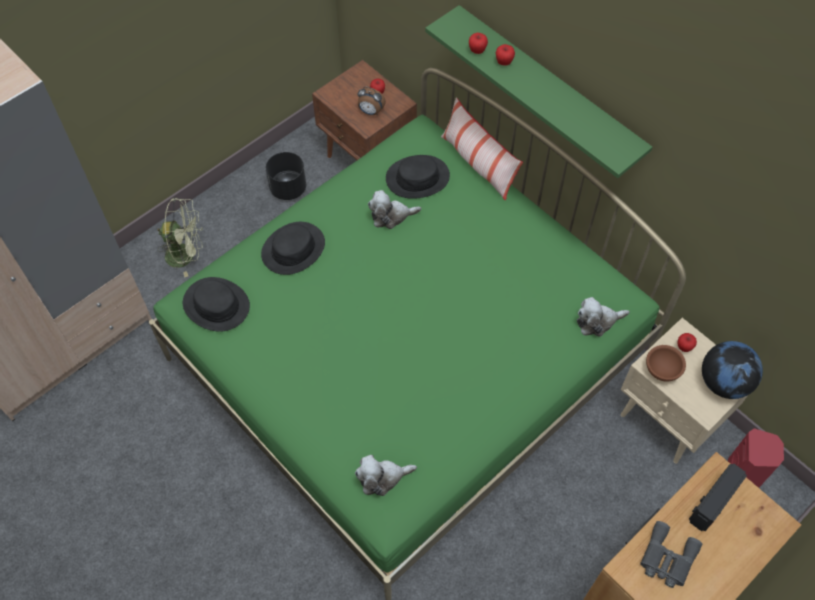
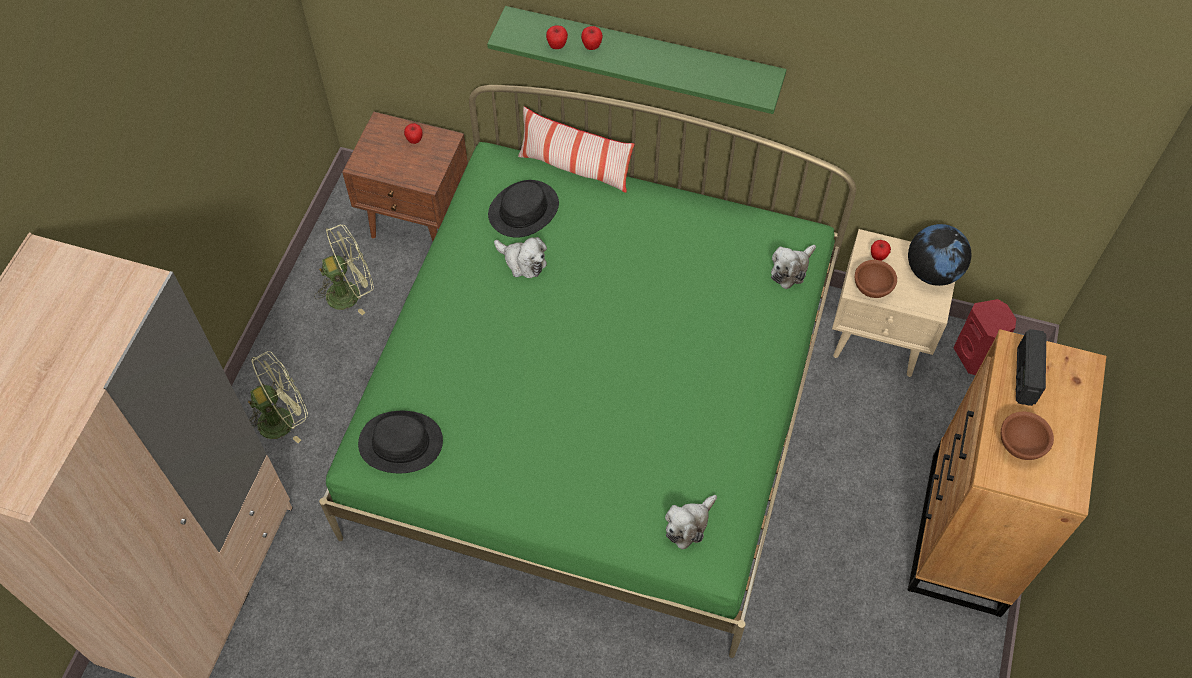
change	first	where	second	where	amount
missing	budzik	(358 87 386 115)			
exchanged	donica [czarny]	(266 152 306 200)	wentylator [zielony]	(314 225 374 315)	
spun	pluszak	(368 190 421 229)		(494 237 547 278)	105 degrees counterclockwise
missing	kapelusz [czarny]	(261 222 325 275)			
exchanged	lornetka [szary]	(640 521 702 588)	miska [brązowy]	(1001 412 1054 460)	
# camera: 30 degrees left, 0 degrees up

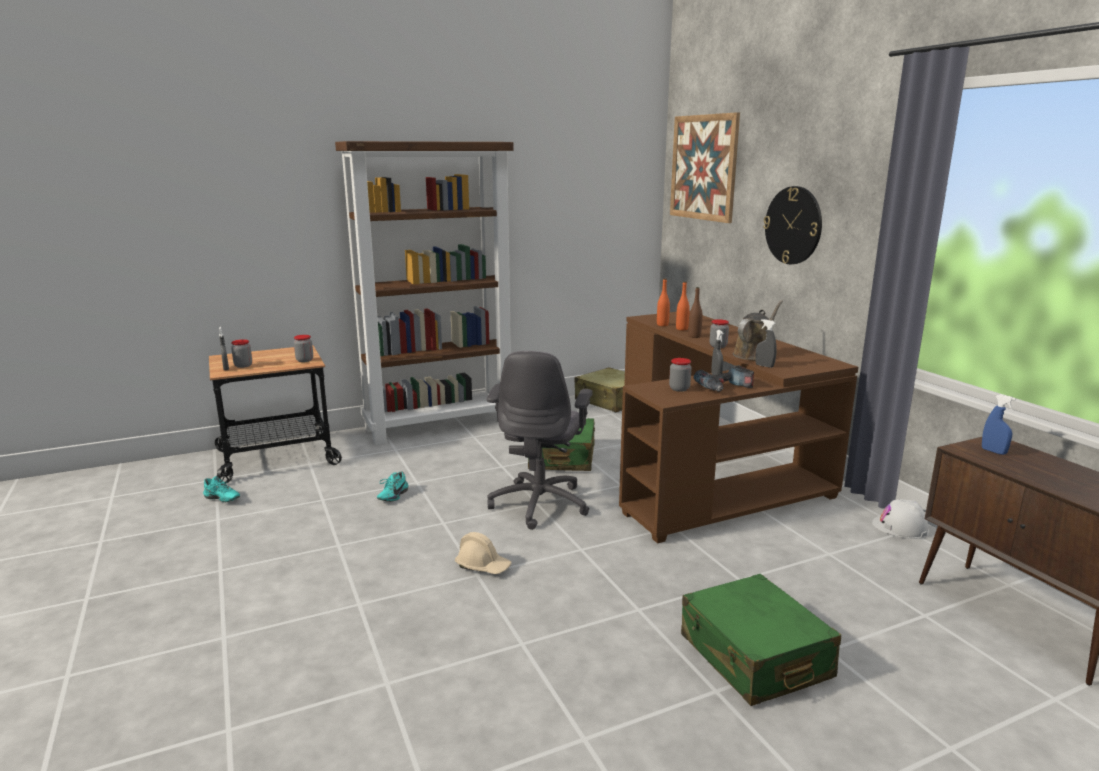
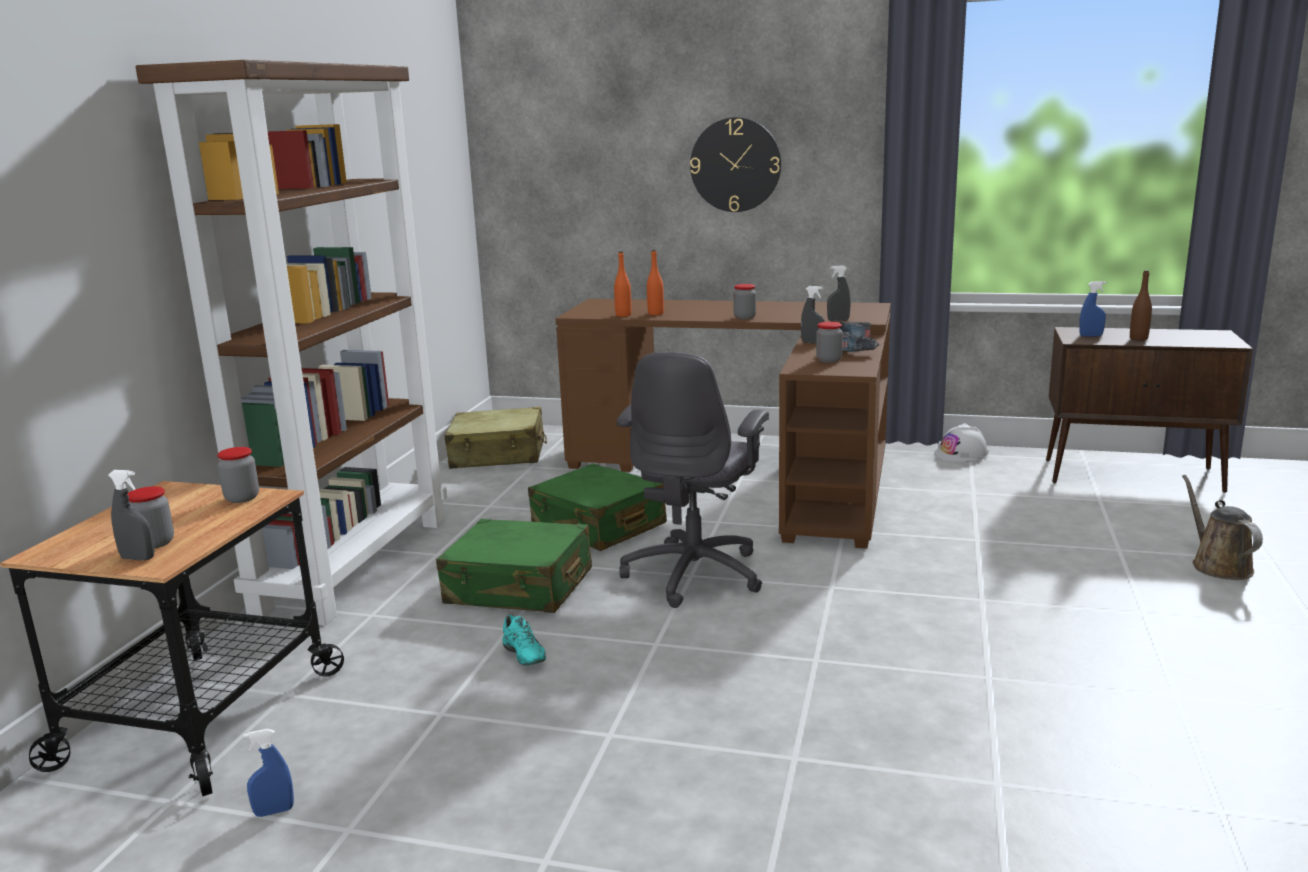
change	first	where	second	where	amount
missing	obraz	(670 112 740 223)			
relocated	butelka [brązowy]	(688 287 703 338)		(1130 270 1152 341)	
relocated	konewka [brązowy]	(732 300 783 360)		(1182 475 1263 580)	
spun	krzesło biurowe [szary]	(487 351 593 530)		(616 352 769 608)	60 degrees clockwise
exchanged	but [turkusowy]	(203 476 240 502)	spryskiwacz [niebieski]	(243 729 294 817)	
missing	kask [beżowy]	(455 532 511 574)			
relocated	walizka [zielony]	(681 574 841 706)		(436 519 592 613)	
# camera: 50 degrees left, 0 degrees up

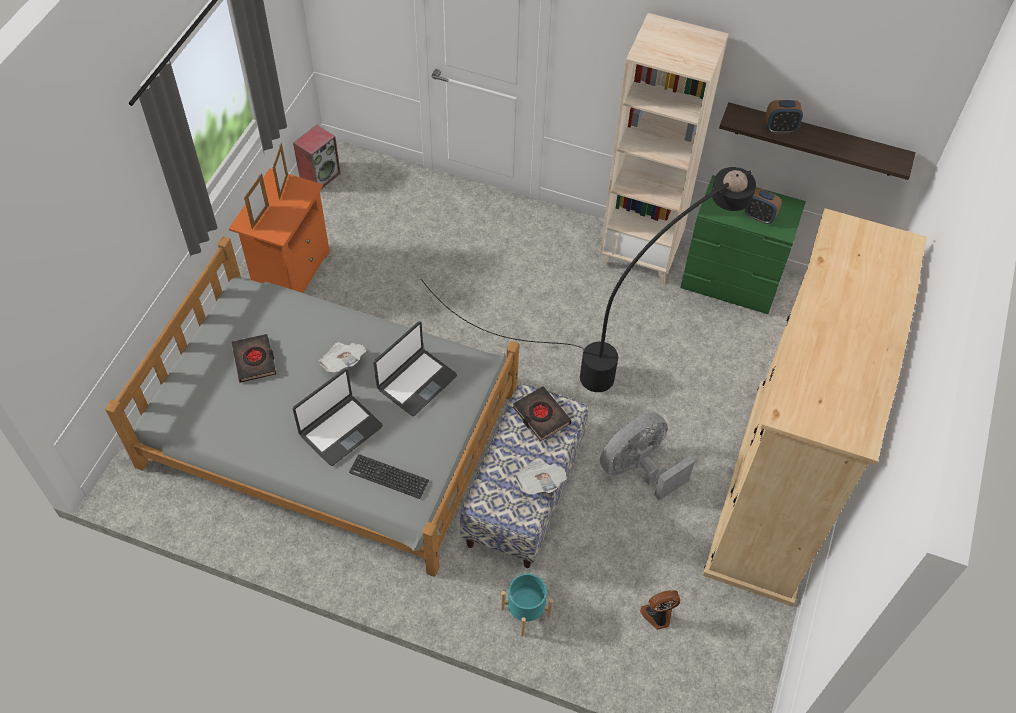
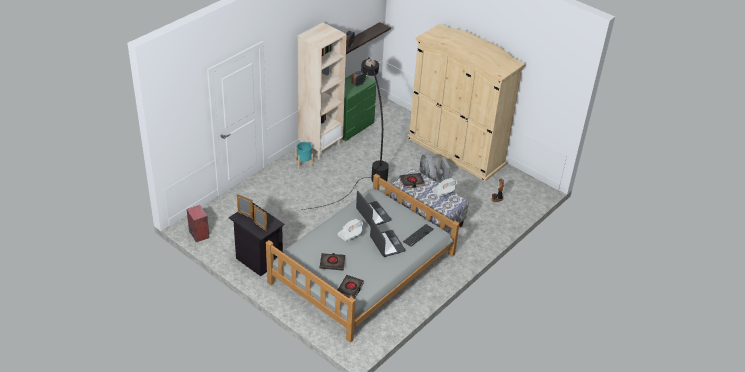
change	first	where	second	where	amount
colour	szafka nocna [pomarańczowy]	(229 168 330 293)	szafka nocna [czarny]	(229 203 284 276)	
relocated	donica [turkusowy]	(501 573 553 636)		(295 142 313 169)	
appeared			książka [czarny]	(337 275 364 299)	
# camera: 70 degrees left, 15 degrees down

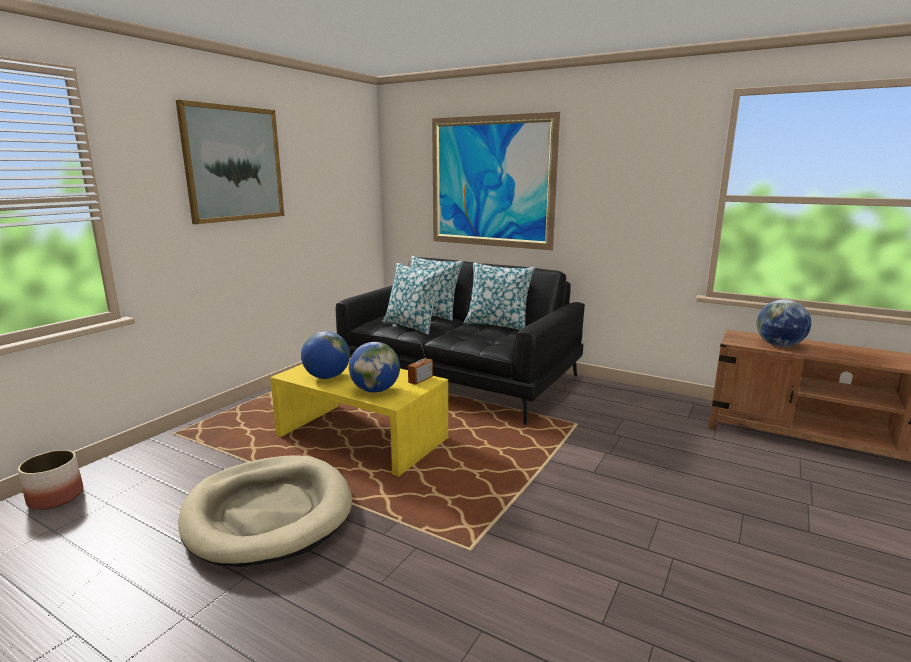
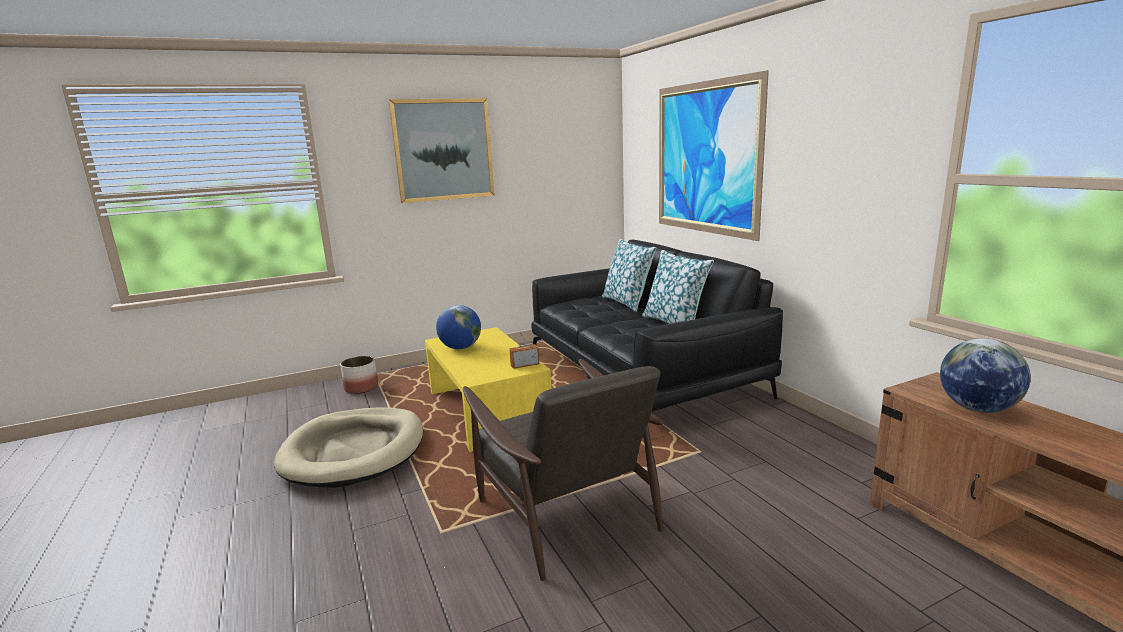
change	first	where	second	where	amount
missing	poduszka	(382 263 444 335)			
missing	globus	(349 342 400 393)			
relocated	donica	(18 450 83 510)		(340 356 378 394)	
appeared			fotel [brązowy]	(463 359 664 581)	
# camera: 35 degrees right, 0 degrees up

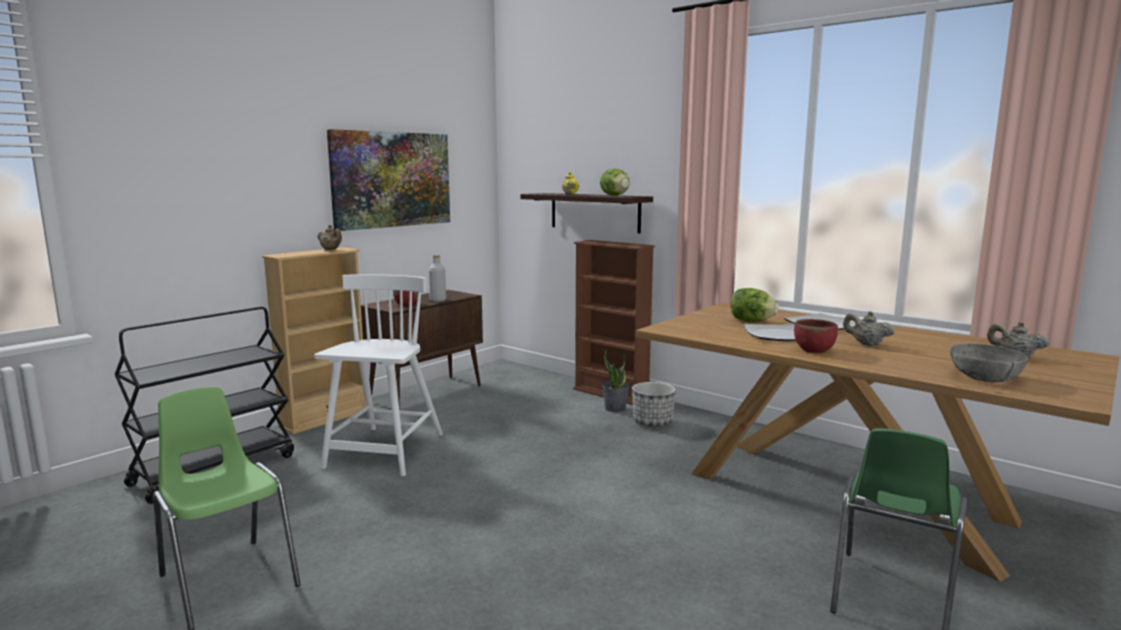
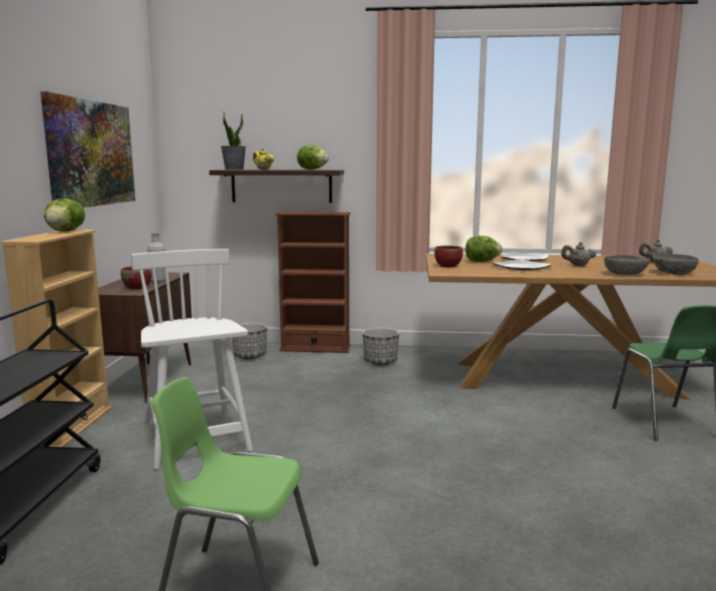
change	first	where	second	where	amount
exchanged	imbryk [beżowy]	(318 225 342 250)	sałata	(44 198 85 232)	
relocated	miska [czerwony]	(794 319 838 353)		(434 245 463 267)	
relocated	roślina doniczkowa	(602 350 630 412)		(221 113 246 170)	
appeared			miska [szary]	(604 255 650 275)	
appeared			donica	(232 323 267 359)	
# camera: 35 degrees left, 0 degrees up

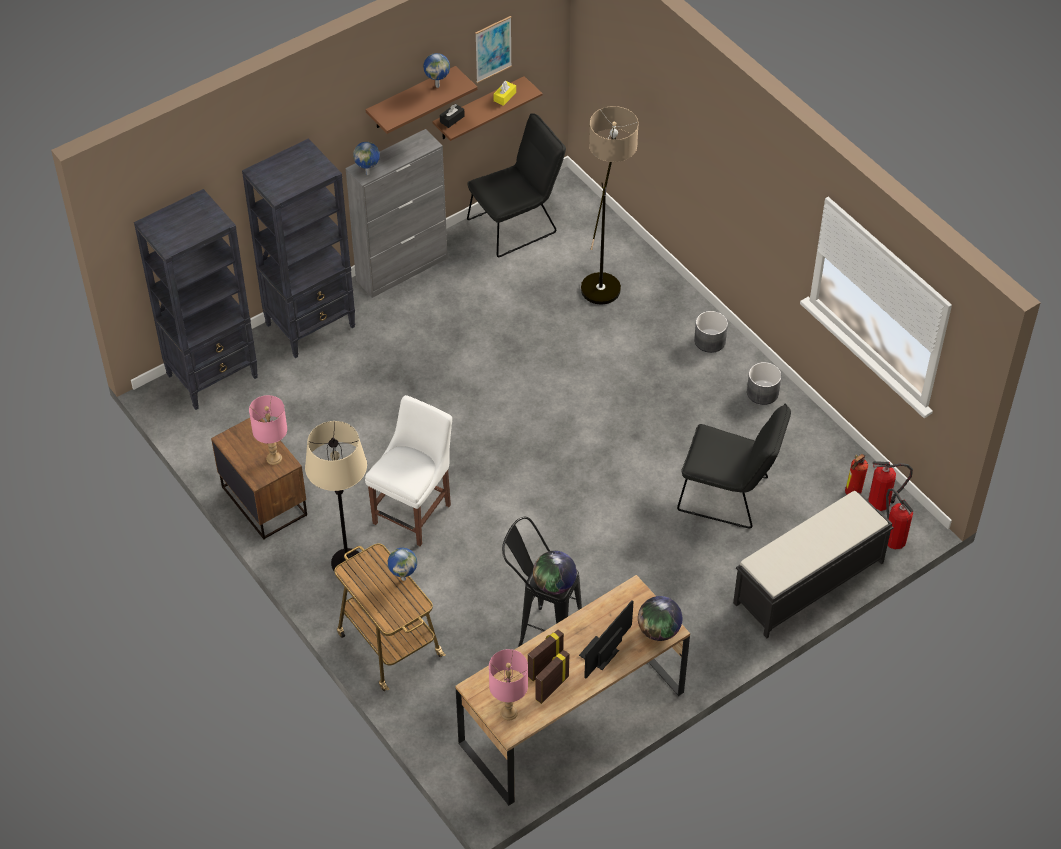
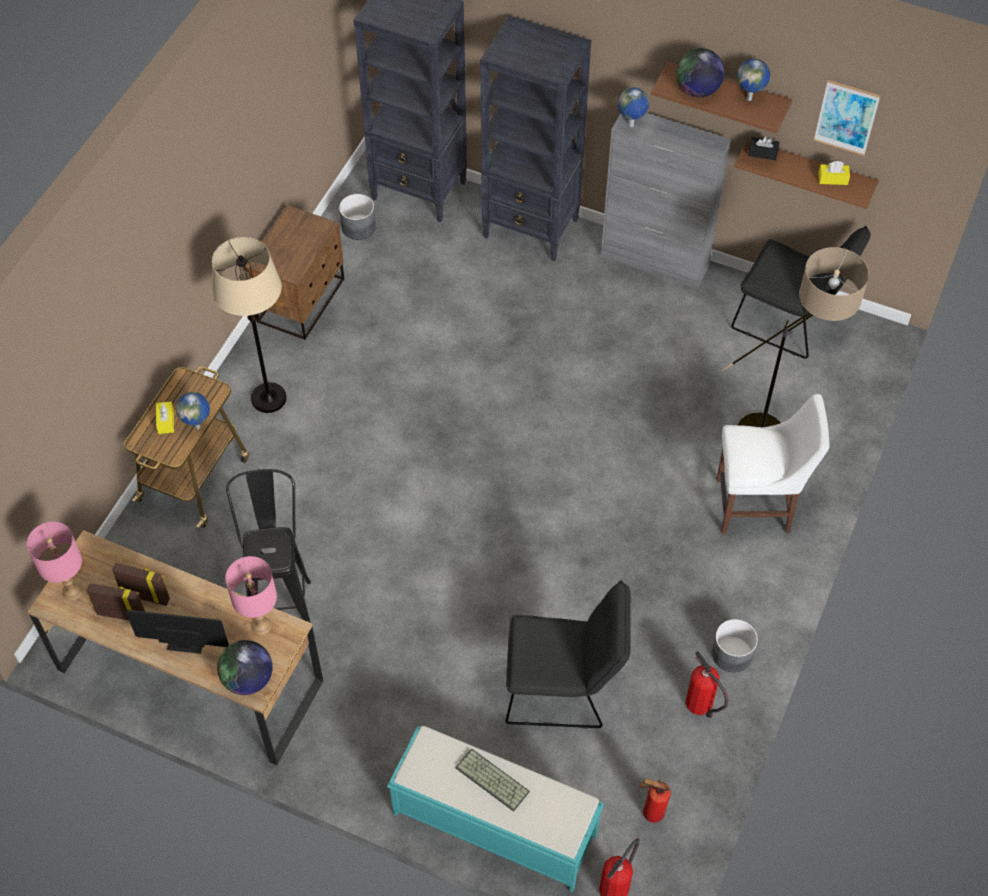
change	first	where	second	where	amount
relocated	donica [szary]	(694 311 728 353)		(339 194 376 240)	
relocated	lampa stołowa [różowy]	(249 395 287 465)		(225 556 277 635)	
relocated	krzesło [biały]	(365 395 452 546)		(717 394 829 533)	
spun	krzesło [czarny]	(677 404 791 529)		(505 580 631 728)	75 degrees counterclockwise
relocated	gaśnica	(868 461 913 511)		(685 651 729 718)	
colour	ławka [czarny]	(733 491 894 638)	ławka [turkusowy]	(387 726 604 892)	
relocated	globus	(533 551 577 595)		(676 48 725 98)	
appeared			pudełko chusteczek [żółty]	(156 402 174 434)	
appeared			klawiatura	(455 748 530 812)	
# camera: 60 degrees right, 5 degrees up

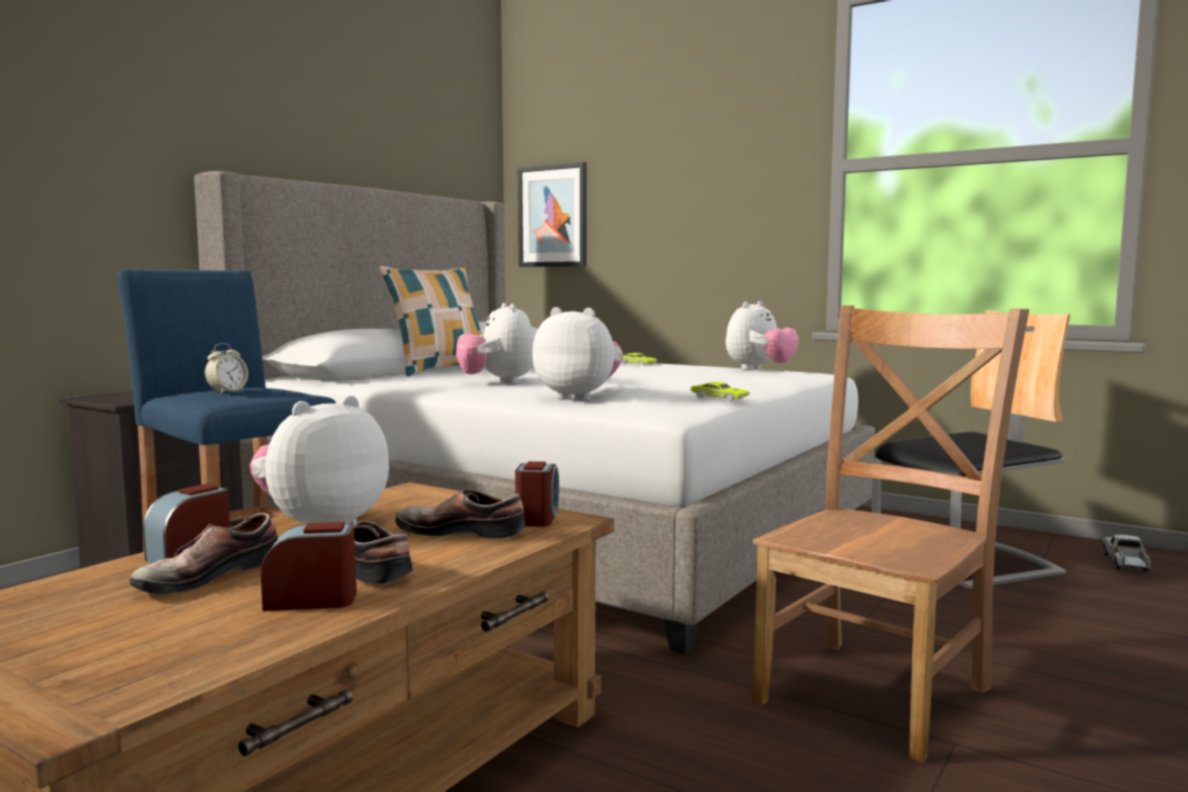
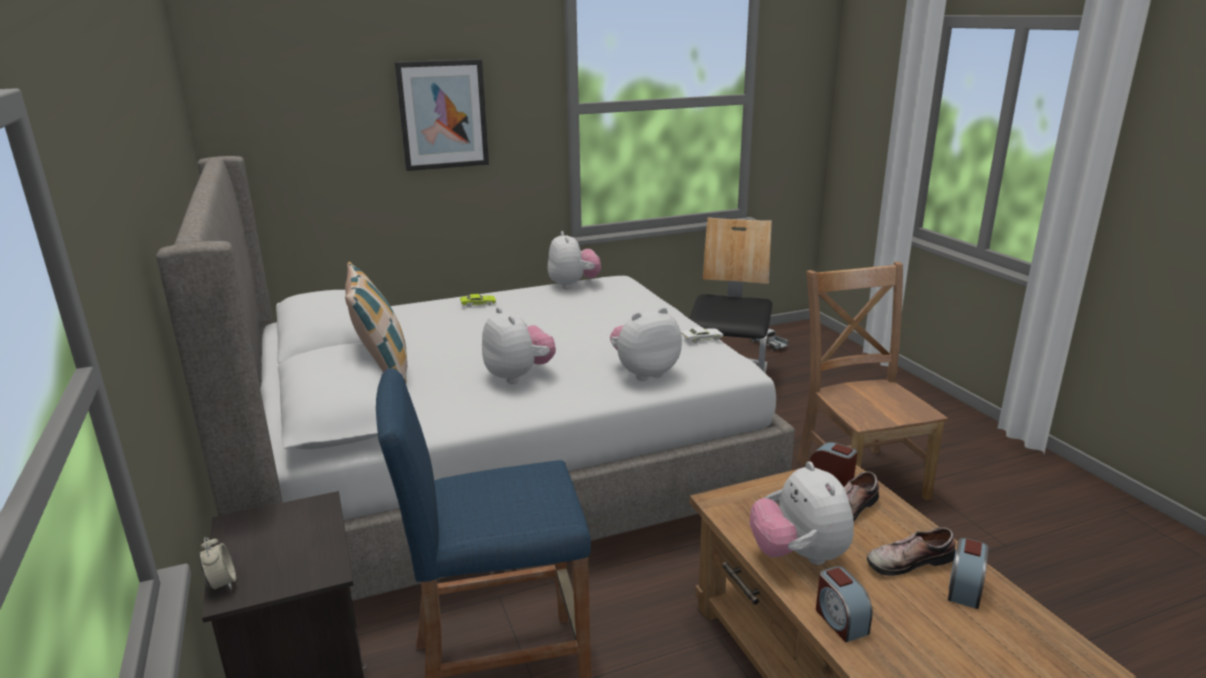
change	first	where	second	where	amount
relocated	obraz	(518 162 587 267)		(394 59 489 171)	
spun	pluszak	(456 303 534 384)		(482 307 556 384)	135 degrees counterclockwise
relocated	budzik	(205 343 248 394)		(199 537 236 590)	
colour	samochodzik [zielony]	(690 382 750 401)	samochodzik [biały]	(681 327 724 343)	
missing	but	(129 513 278 594)			
# camera: 55 degrees left, 15 degrees up

